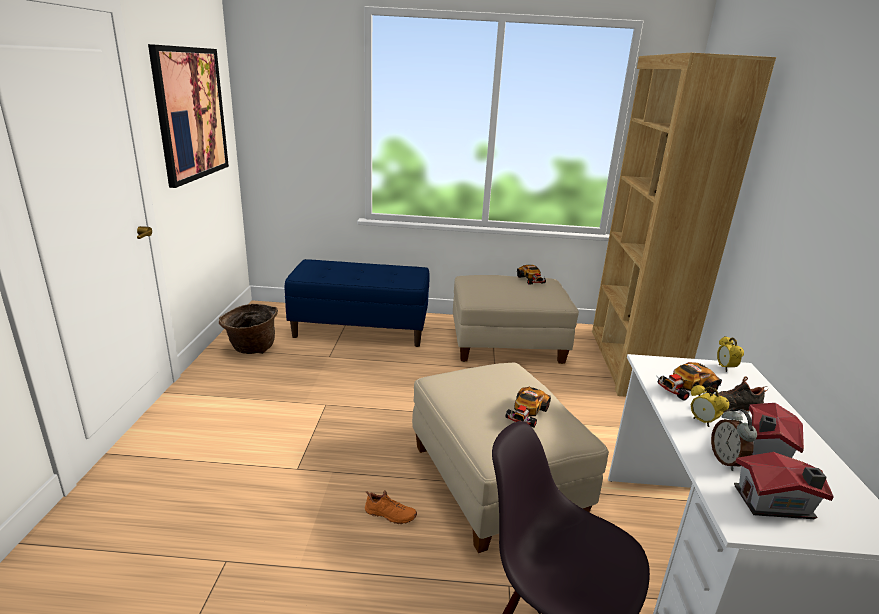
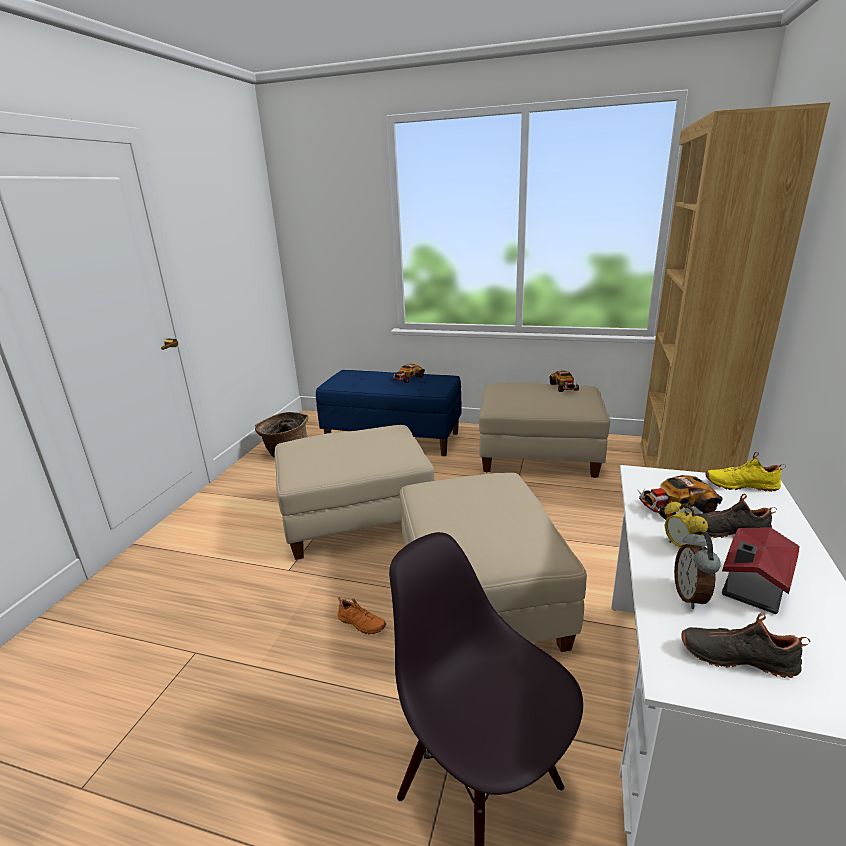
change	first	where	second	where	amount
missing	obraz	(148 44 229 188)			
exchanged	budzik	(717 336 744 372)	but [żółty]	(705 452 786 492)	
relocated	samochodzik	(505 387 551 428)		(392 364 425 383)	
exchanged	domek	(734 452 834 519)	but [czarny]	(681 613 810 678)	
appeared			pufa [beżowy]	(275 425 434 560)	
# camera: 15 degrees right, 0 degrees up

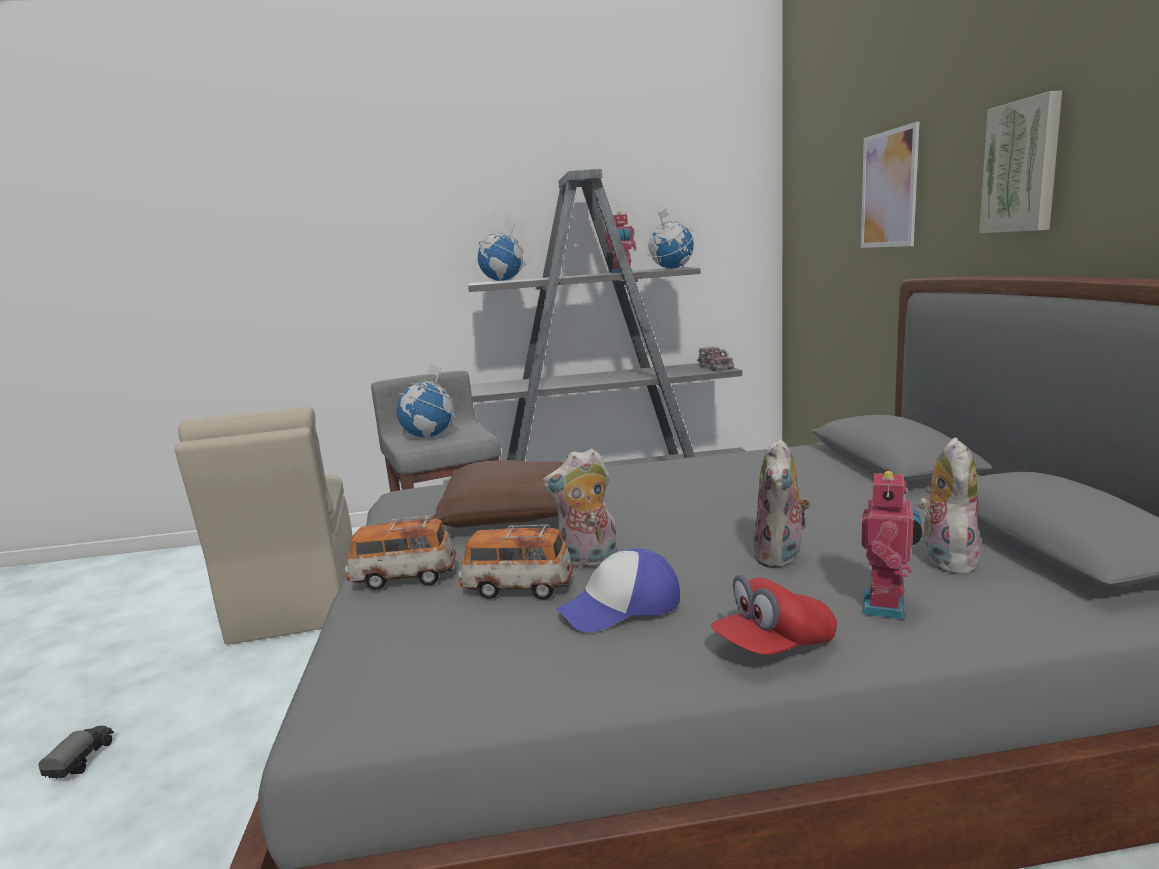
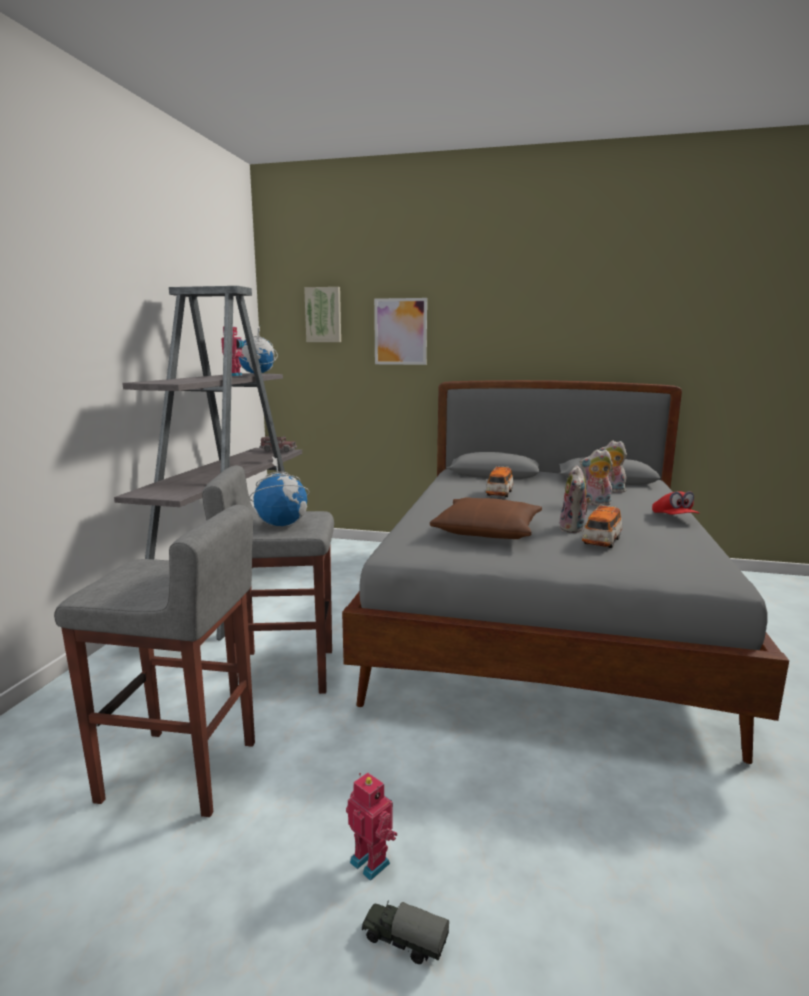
change	first	where	second	where	amount
relocated	obraz	(979 91 1062 233)		(304 287 341 342)	
missing	globus	(478 219 526 281)			
exchanged	krzesło [beżowy]	(175 406 353 645)	stołek [szary]	(54 505 255 817)	
spun	pluszak	(753 437 811 569)		(580 449 613 506)	150 degrees clockwise
relocated	robot zabawkowy	(861 468 922 620)		(346 772 397 881)	
relocated	samochodzik	(345 515 456 590)		(486 466 514 497)	
missing	czapka z daszkiem	(556 549 680 633)			
# camera: 70 degrees left, 0 degrees up

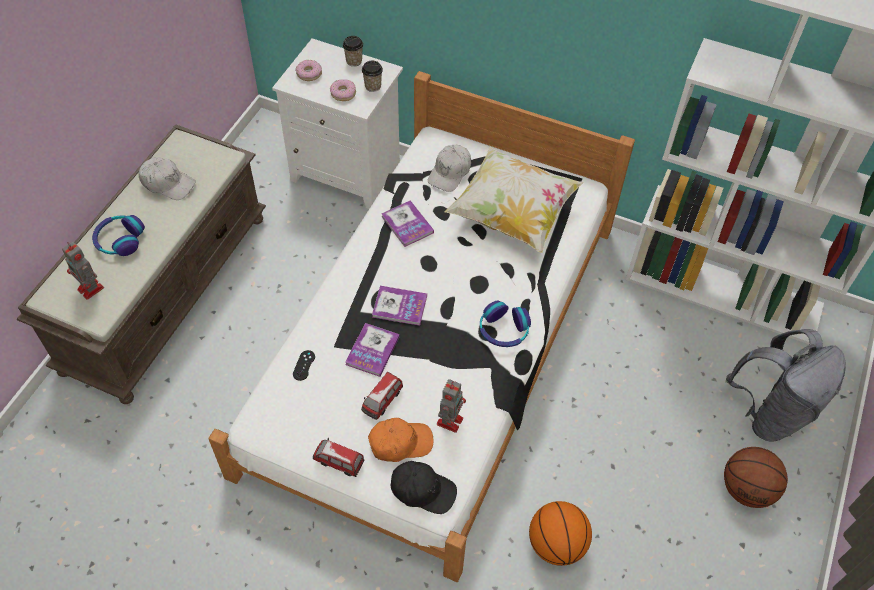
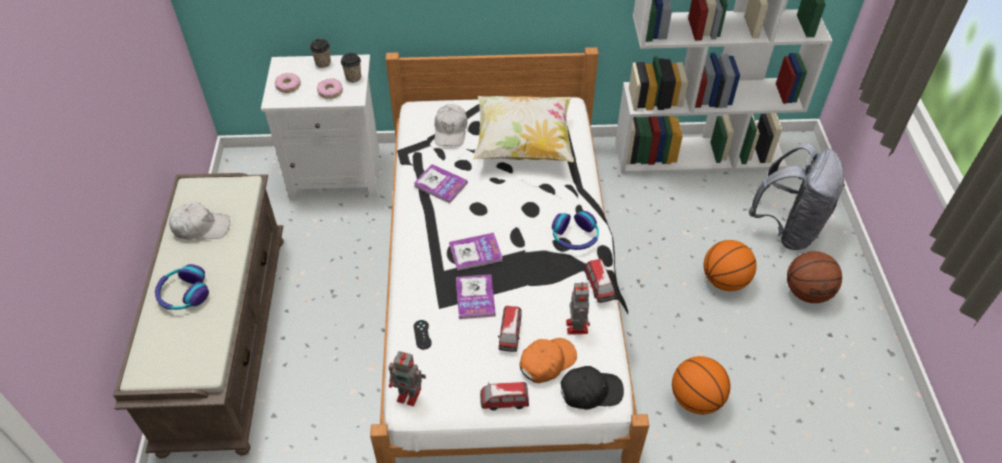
change	first	where	second	where	amount
relocated	robot zabawkowy	(62 242 104 300)		(389 351 426 406)	
appeared			piłka do koszykówki	(703 240 757 291)	
appeared			samochodzik	(585 259 615 303)	
# camera: 25 degrees left, 5 degrees down

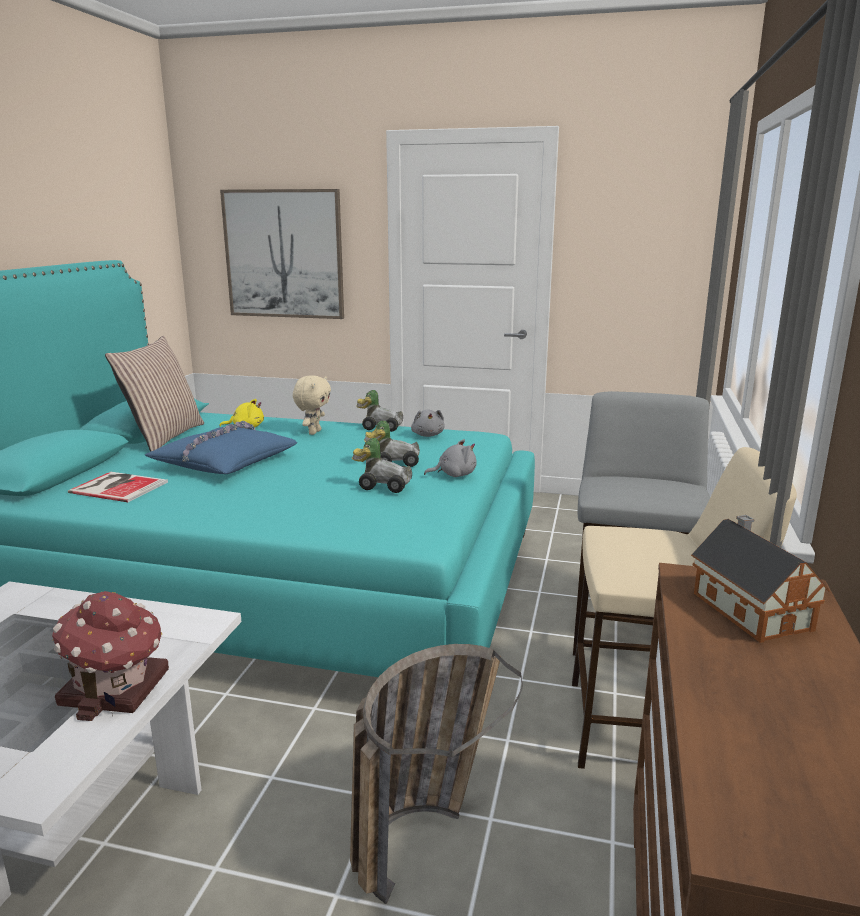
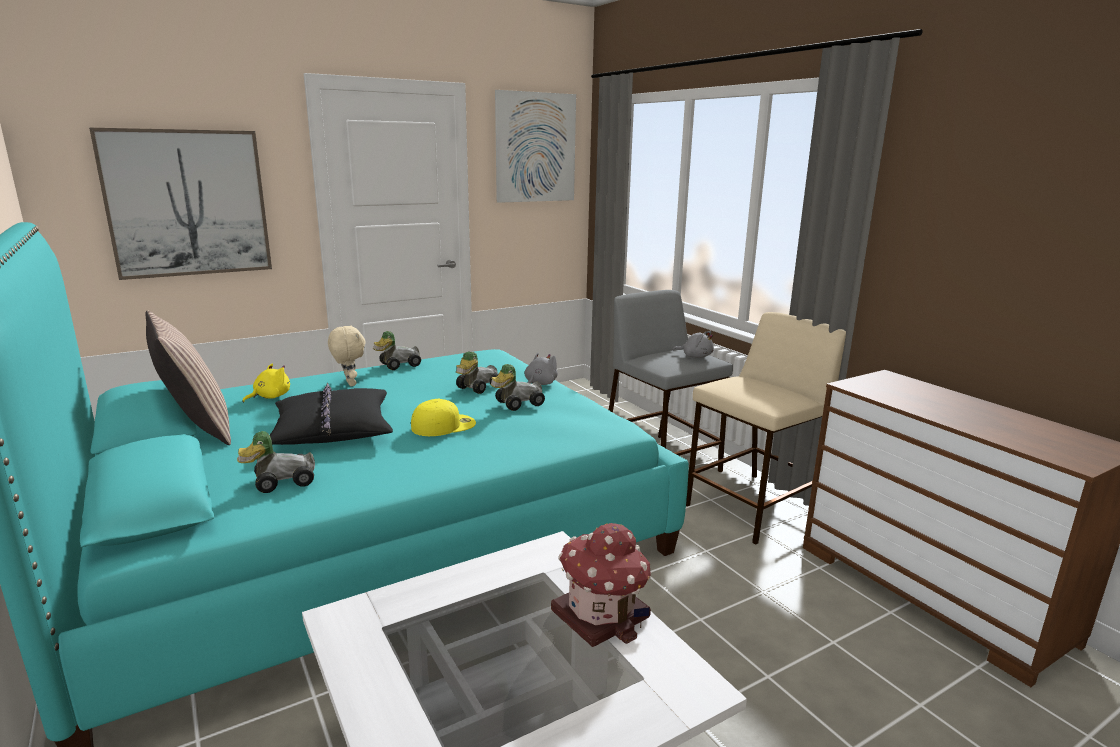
change	first	where	second	where	amount
relocated	pluszak [szary]	(411 410 444 437)		(673 331 714 358)	
colour	poduszka [niebieski]	(145 421 297 474)	poduszka [czarny]	(270 383 393 445)	
exchanged	książka	(68 472 168 502)	samochodzik	(237 431 315 493)	
missing	domek	(691 515 830 643)			
missing	koszyk	(350 644 523 904)			
appeared			obraz	(495 90 576 203)	
appeared			czapka z daszkiem [żółty]	(411 399 476 436)	
# camera: 45 degrees left, 0 degrees up

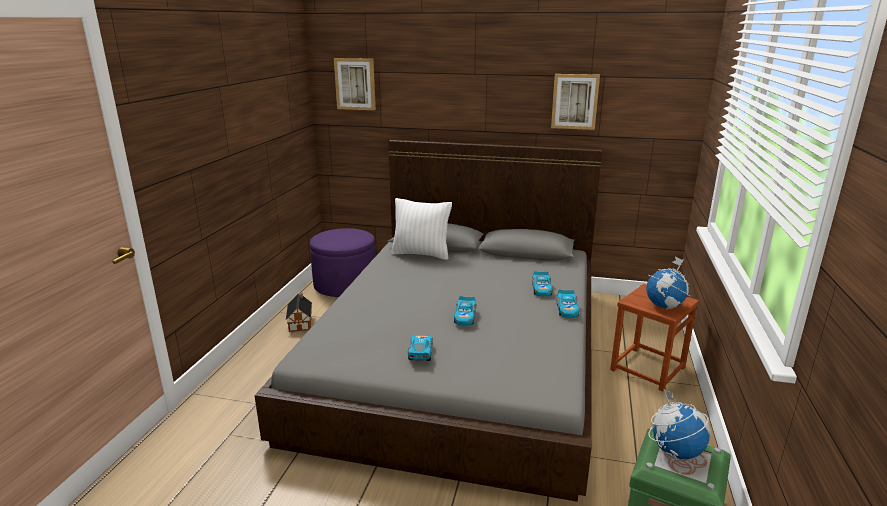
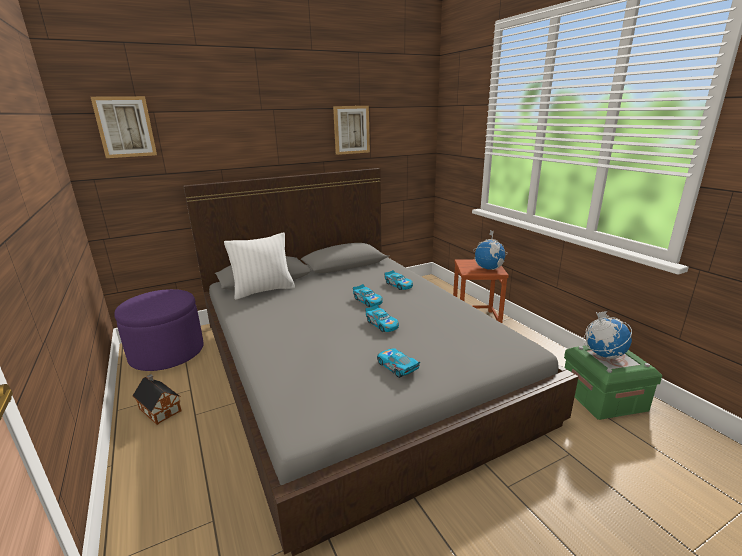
change	first	where	second	where	amount
relocated	samochodzik	(557 290 579 318)		(353 284 383 307)	
# camera: 40 degrees left, 0 degrees up

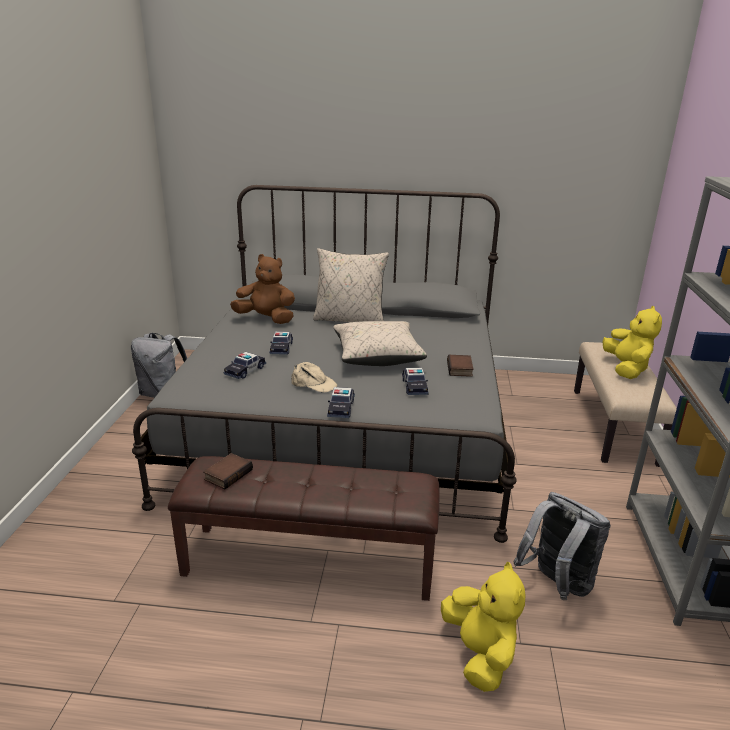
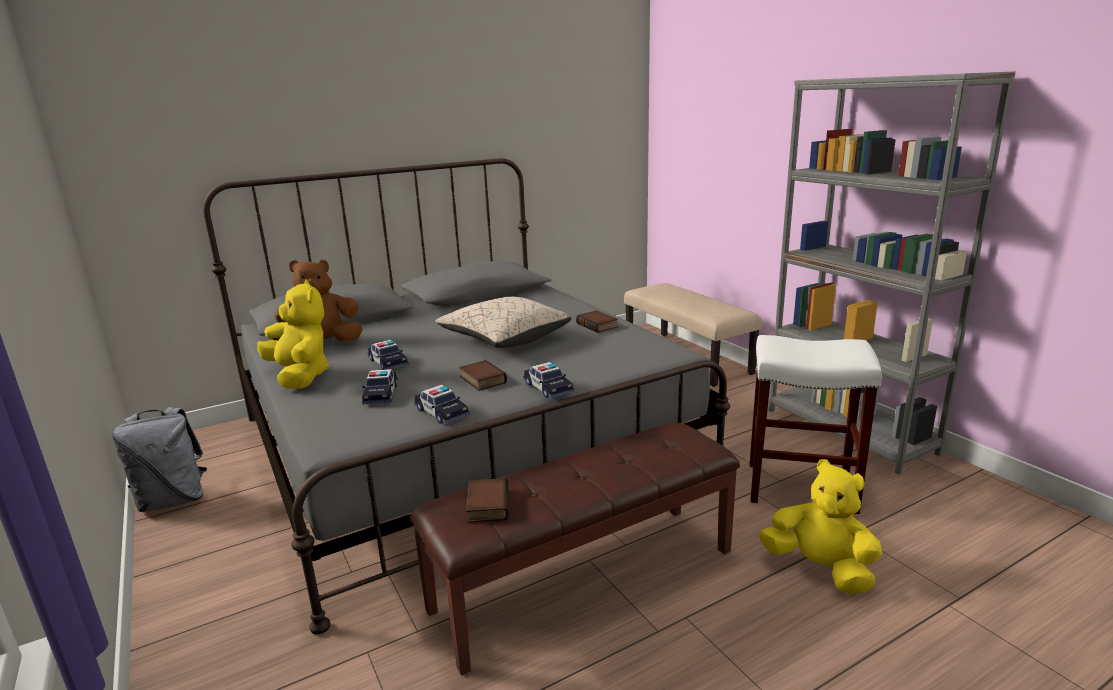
change	first	where	second	where	amount
missing	poduszka [beżowy]	(313 248 389 322)			
relocated	pluszak [żółty]	(603 306 662 379)		(257 280 329 389)	
exchanged	czapka z daszkiem [beżowy]	(291 362 337 393)	książka	(459 360 507 391)	
relocated	samochodzik	(402 368 429 395)		(414 384 470 424)	
exchanged	plecak [szary]	(514 492 611 600)	stołek [biały]	(750 335 882 514)	
# camera: 35 degrees left, 5 degrees down

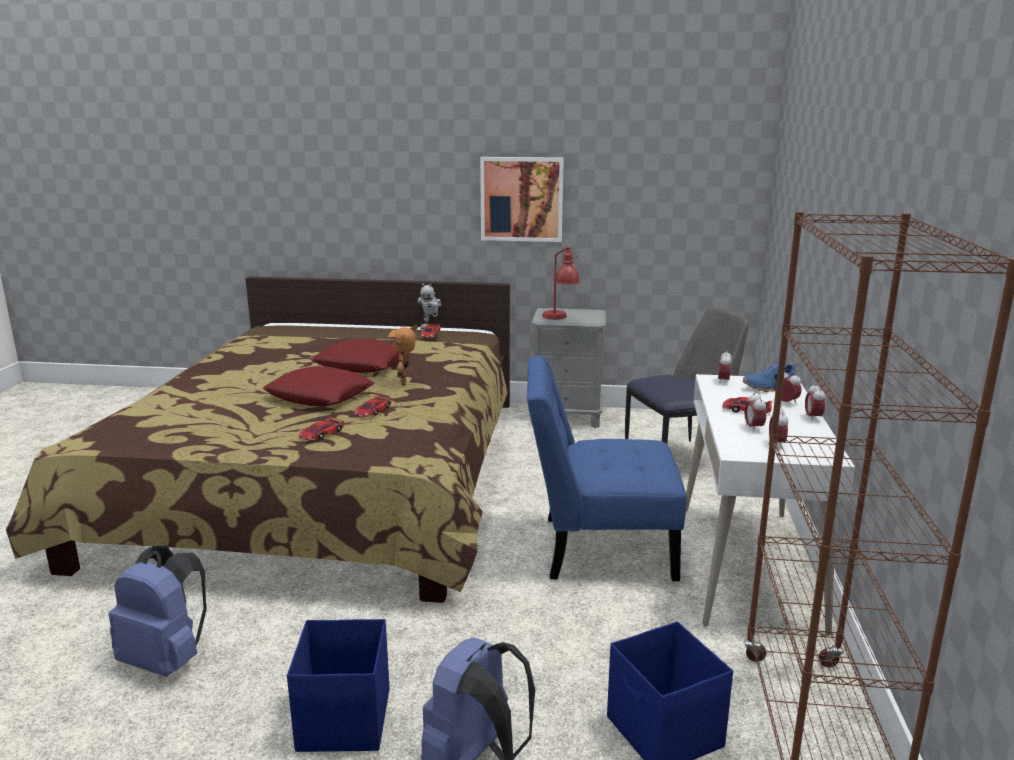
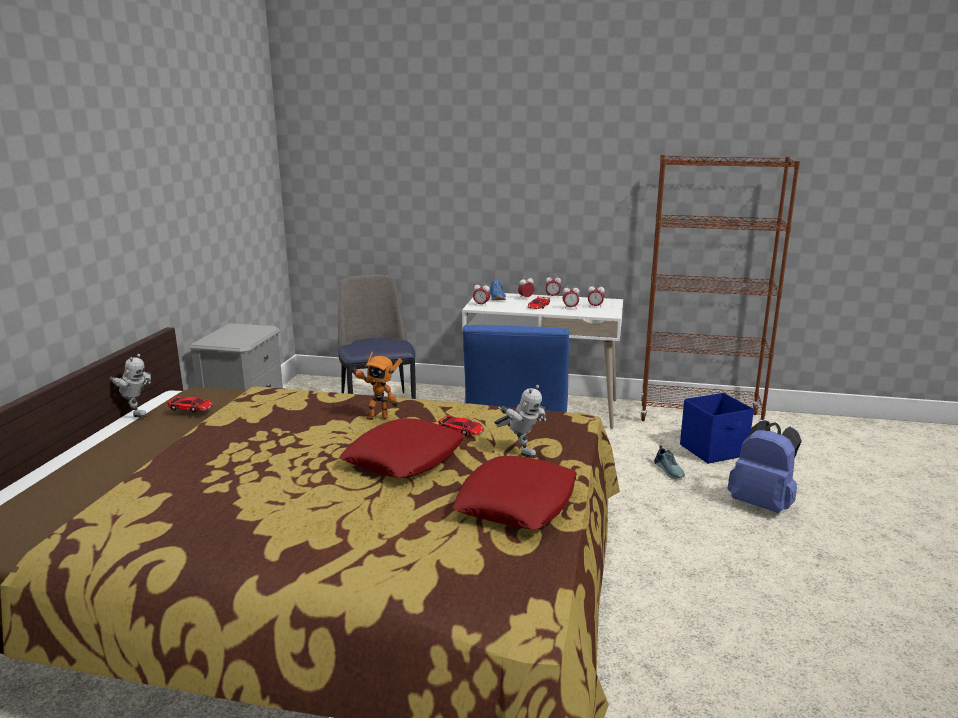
change	first	where	second	where	amount
missing	obraz	(480 157 564 242)			
missing	lampa stołowa [czerwony]	(542 246 580 320)			
relocated	poduszka [czerwony]	(311 339 410 373)		(452 456 577 529)	
exchanged	samochodzik	(299 417 345 441)	robot zabawkowy	(494 385 546 458)	
missing	plecak [niebieski]	(109 545 207 677)			
missing	pojemnik do przechowywania [niebieski]	(287 619 389 752)			
appeared			but	(654 445 685 479)	
# camera: 85 degrees left, 0 degrees up

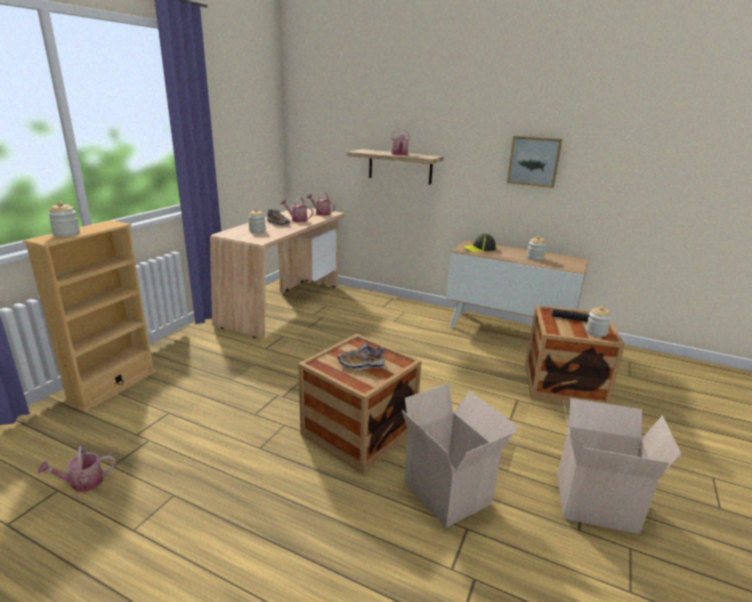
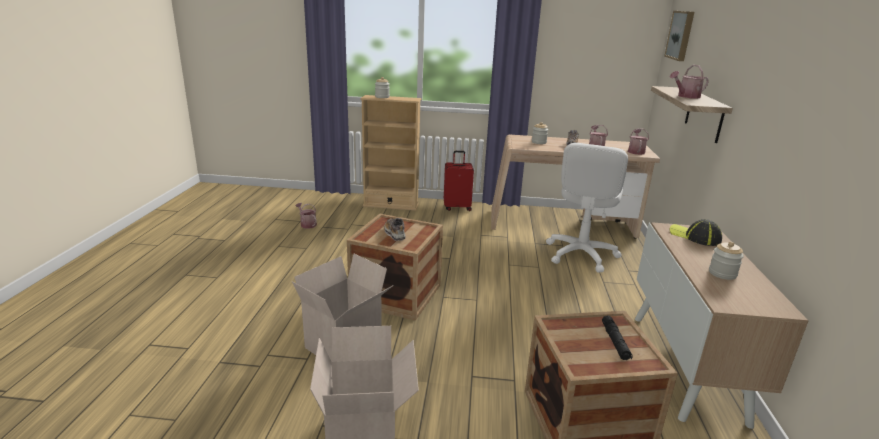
change	first	where	second	where	amount
relocated	obraz	(507 136 562 188)		(664 11 694 61)	
missing	słoik	(586 306 612 337)			
appeared			krzesło biurowe [biały]	(546 143 628 272)	
appeared			walizka [czerwony]	(444 151 474 211)	
# camera: 70 degrees right, 0 degrees up

